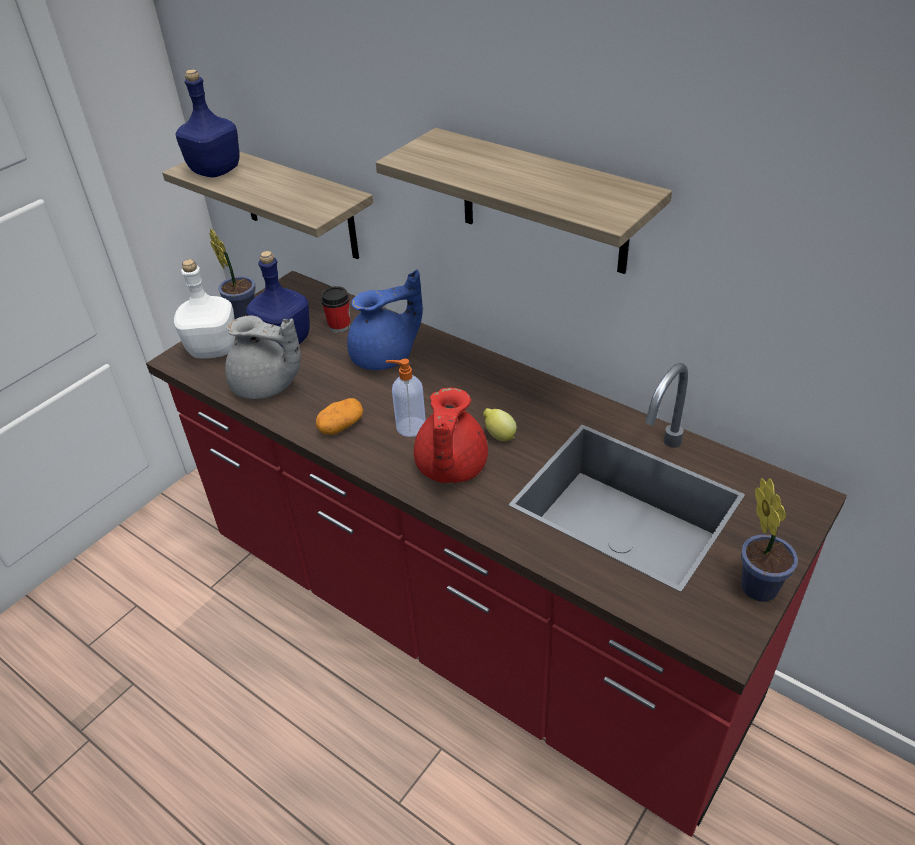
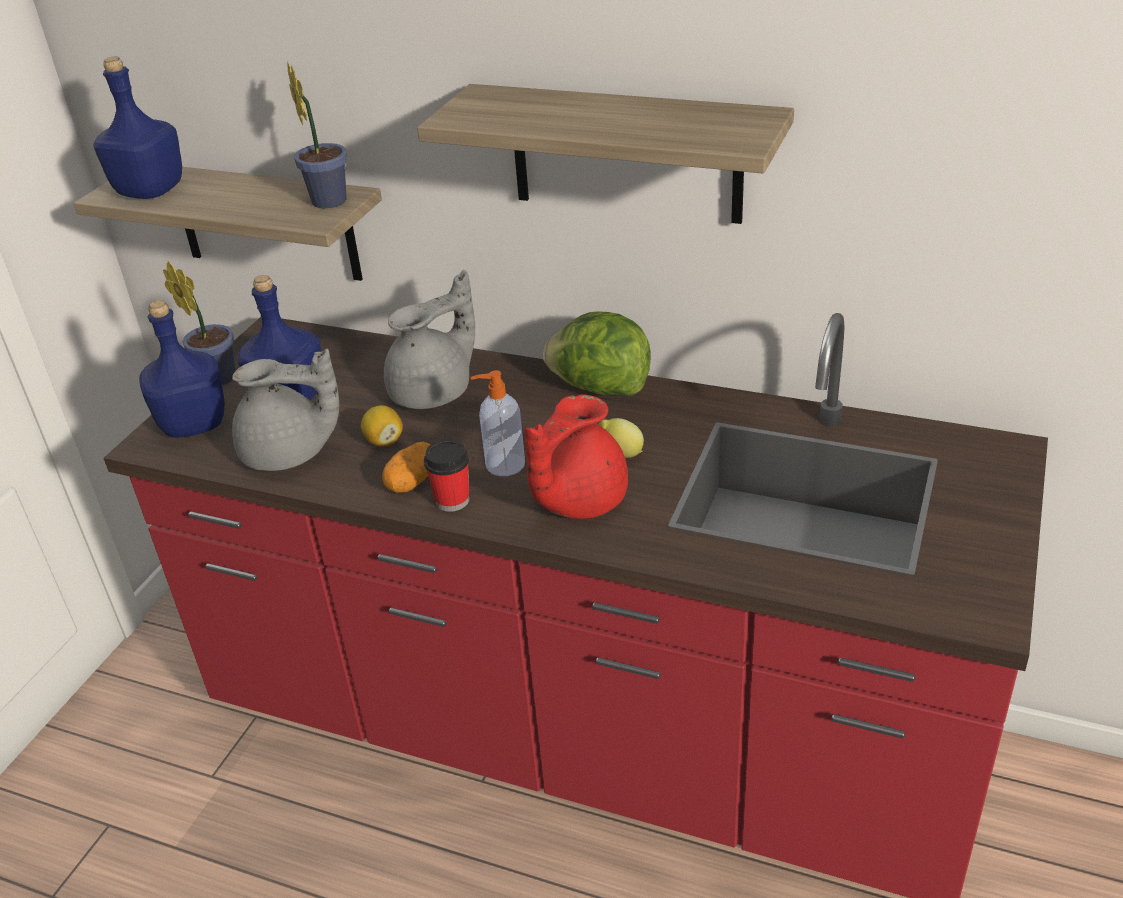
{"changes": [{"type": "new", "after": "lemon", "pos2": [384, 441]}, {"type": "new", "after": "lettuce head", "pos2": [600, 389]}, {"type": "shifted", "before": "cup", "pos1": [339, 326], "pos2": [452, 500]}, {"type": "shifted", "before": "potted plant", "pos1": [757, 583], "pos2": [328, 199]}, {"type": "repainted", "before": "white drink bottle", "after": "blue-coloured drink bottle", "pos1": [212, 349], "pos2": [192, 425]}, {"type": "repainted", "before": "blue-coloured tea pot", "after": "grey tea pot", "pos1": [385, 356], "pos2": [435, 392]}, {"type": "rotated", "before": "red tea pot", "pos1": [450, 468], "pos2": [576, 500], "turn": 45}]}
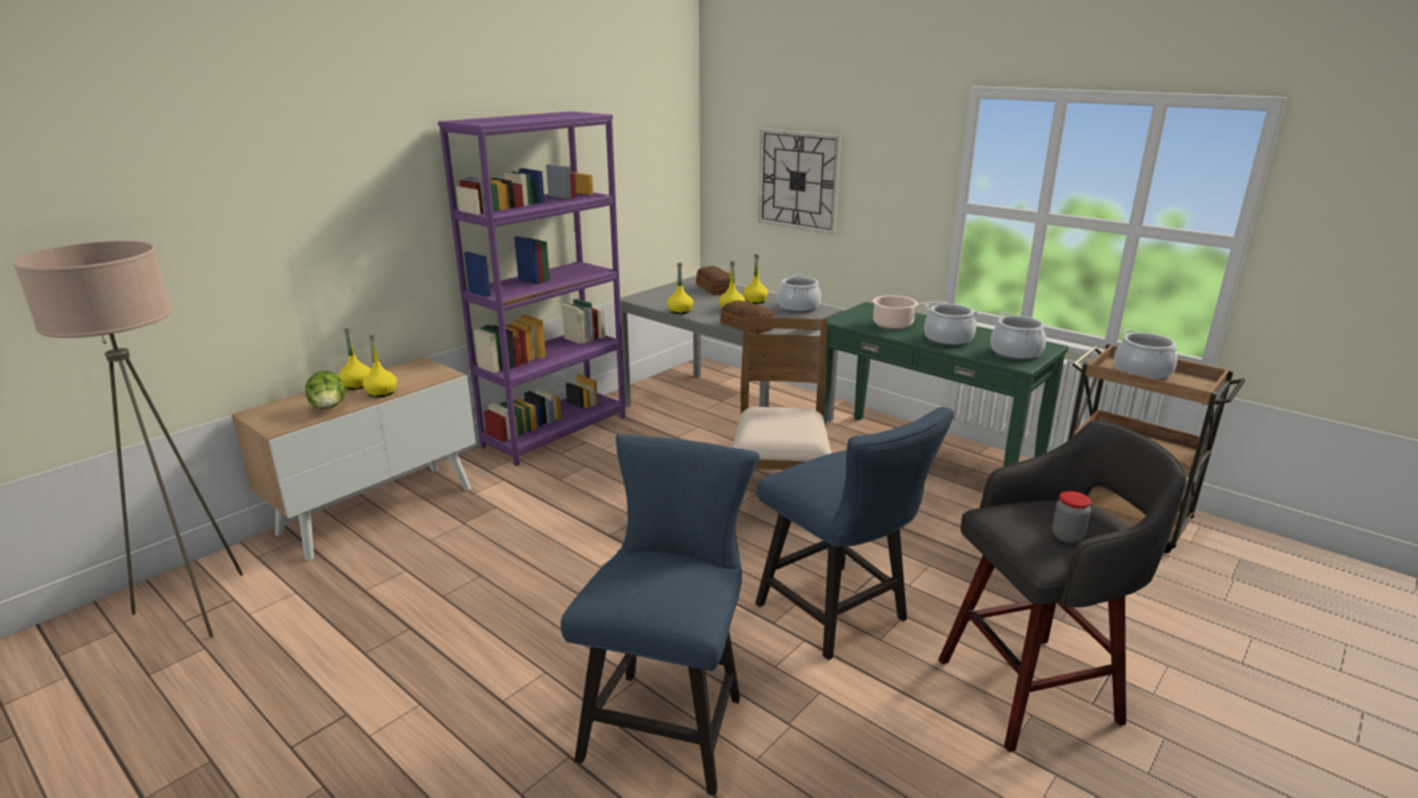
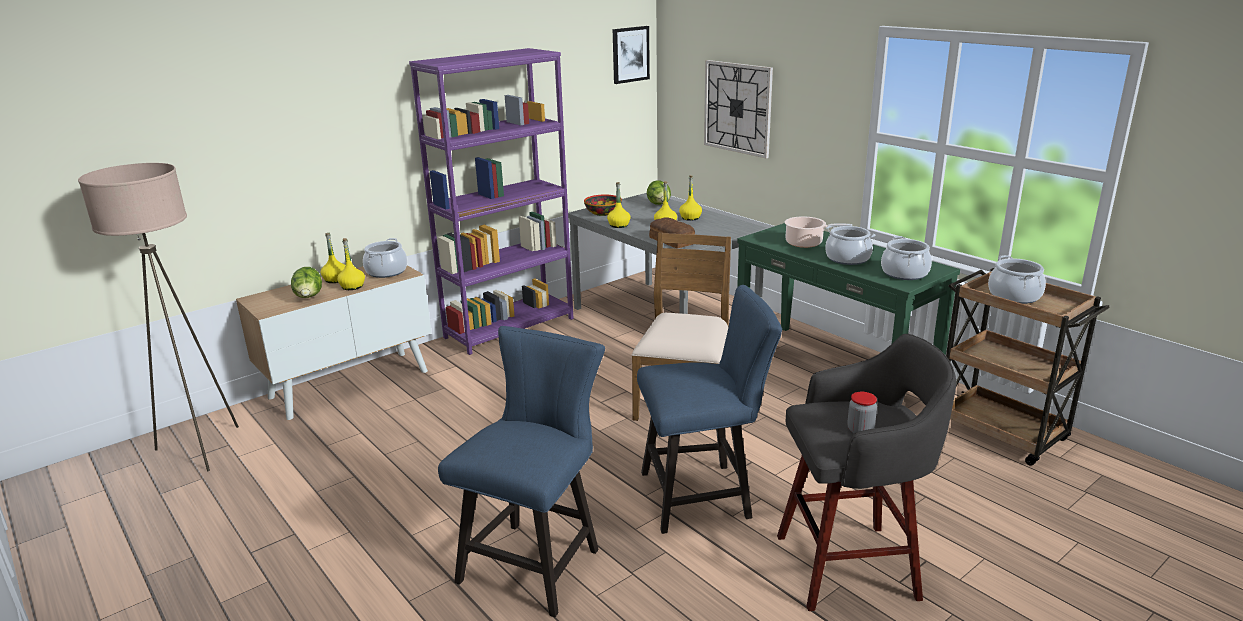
{"changes": [{"type": "new", "after": "serving bowl", "pos2": [603, 213]}, {"type": "new", "after": "wall picture", "pos2": [630, 54]}, {"type": "shifted", "before": "cooking pot", "pos1": [798, 307], "pos2": [386, 271]}, {"type": "swapped", "before": "baked bread", "after": "lettuce head", "pos1": [715, 288], "pos2": [659, 205]}, {"type": "rotated", "before": "blue-coloured chair", "pos1": [839, 616], "pos2": [704, 495], "turn": -75}]}
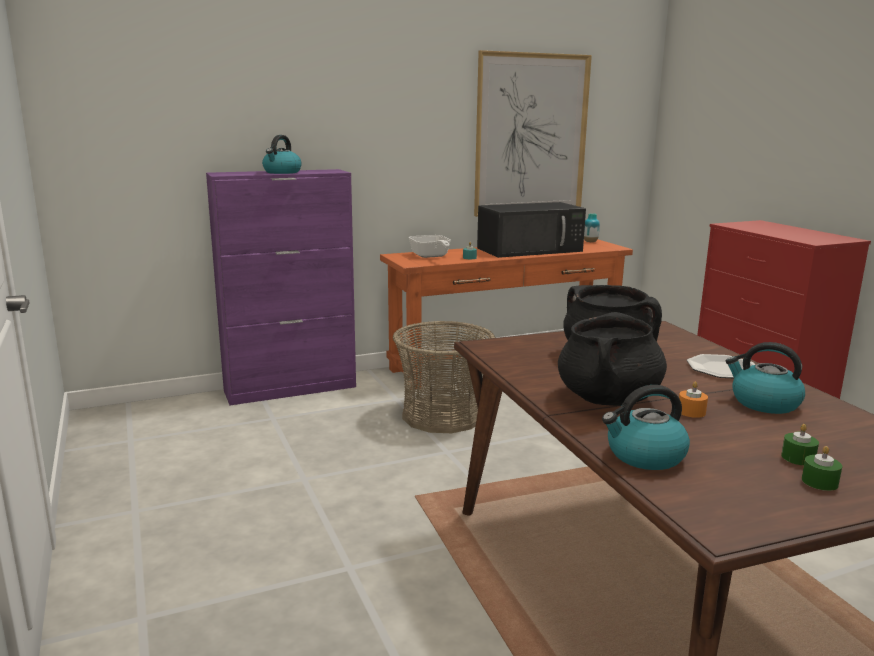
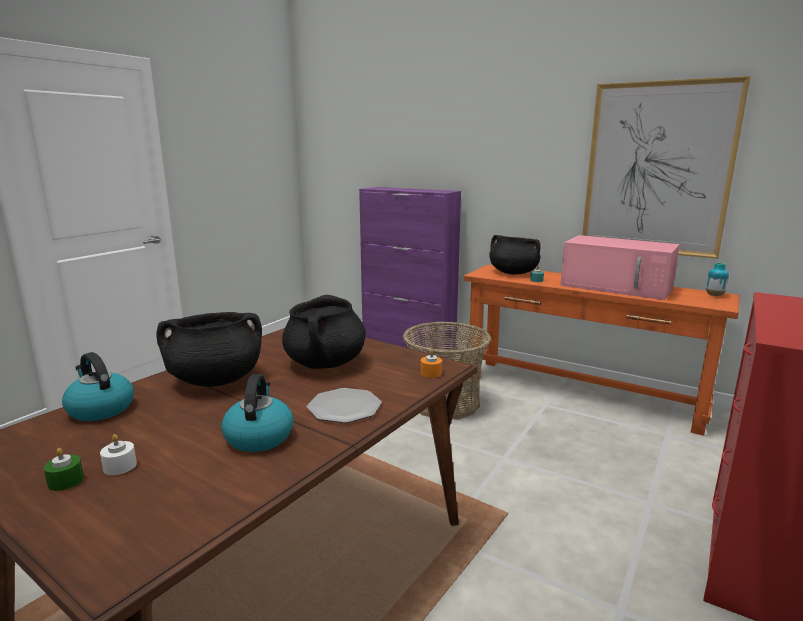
{"changes": [{"type": "gone", "before": "water kettle", "pos1": [282, 172]}, {"type": "shifted", "before": "orange-coloured wax light", "pos1": [691, 412], "pos2": [431, 373]}, {"type": "swapped", "before": "frying pan", "after": "blackish cooking pot", "pos1": [430, 256], "pos2": [513, 273]}, {"type": "repainted", "before": "blackish kitchen microwave", "after": "pink-coloured kitchen microwave", "pos1": [530, 249], "pos2": [617, 287]}, {"type": "repainted", "before": "green-coloured wax light", "after": "white wax light", "pos1": [798, 458], "pos2": [120, 466]}]}
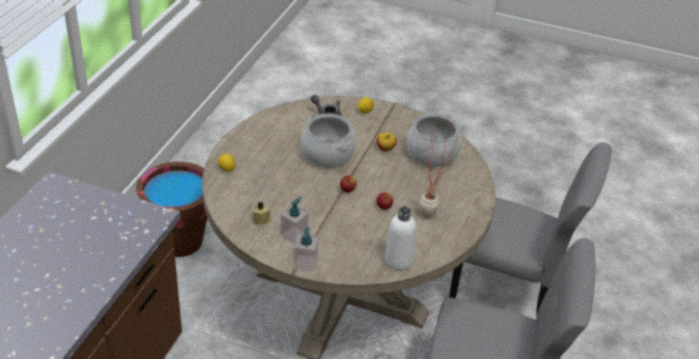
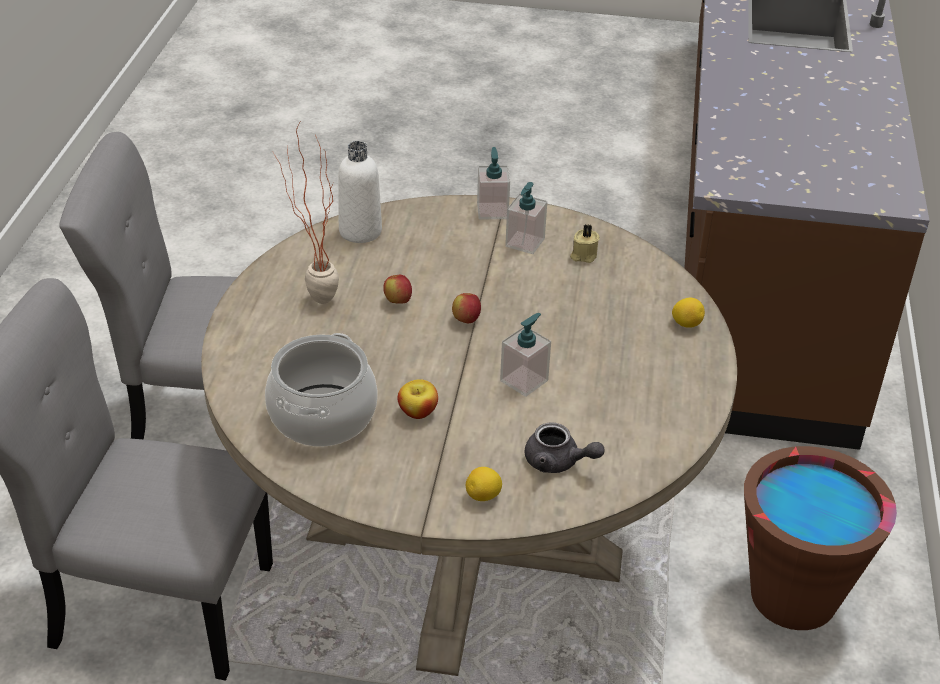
{"changes": [{"type": "swapped", "before": "cooking pot", "after": "soap dispenser", "pos1": [328, 154], "pos2": [524, 380]}]}
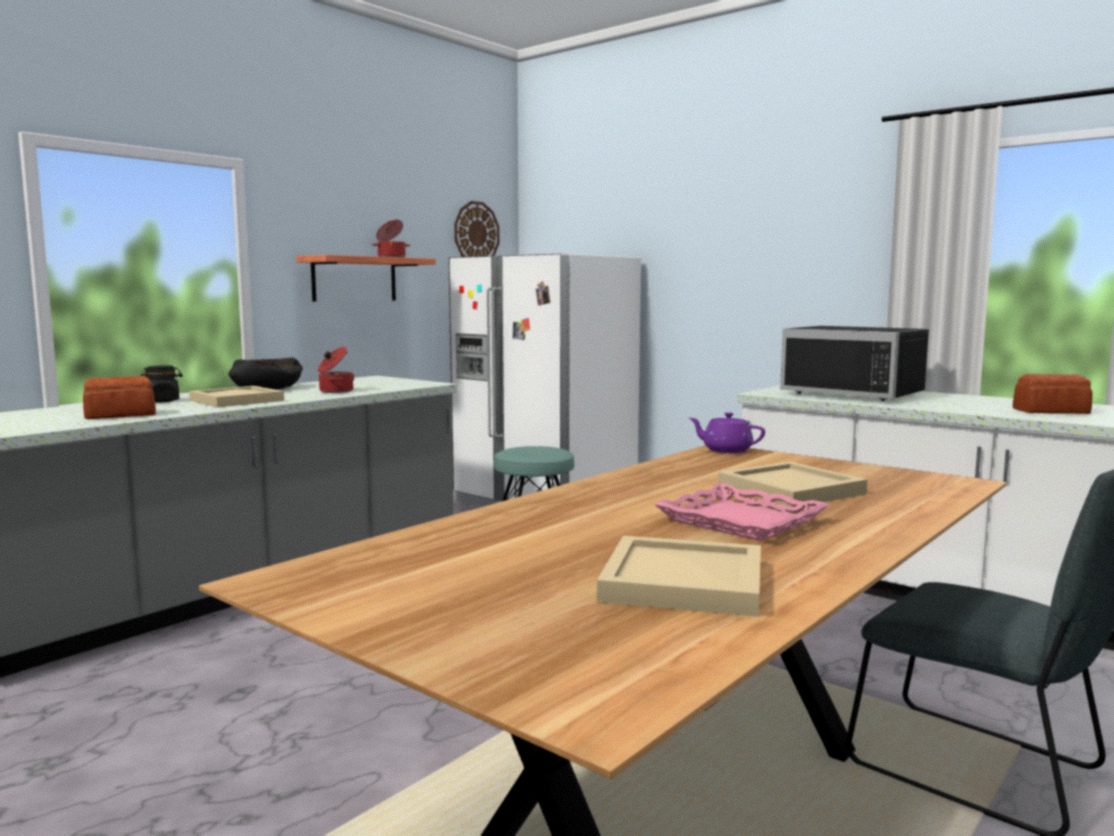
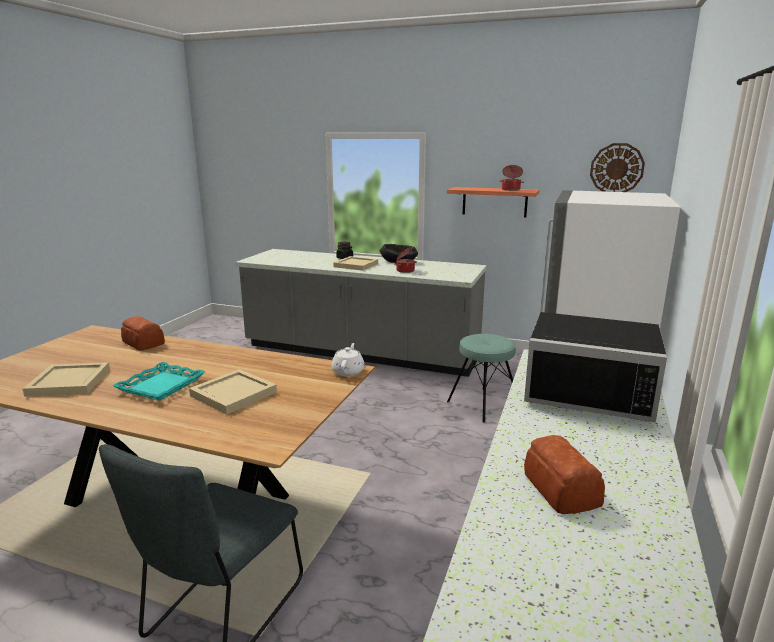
{"changes": [{"type": "shifted", "before": "baked bread", "pos1": [122, 415], "pos2": [143, 343]}, {"type": "repainted", "before": "pink-coloured serving tray", "after": "turquoise-coloured serving tray", "pos1": [739, 521], "pos2": [161, 386]}, {"type": "repainted", "before": "purplish tea pot", "after": "white tea pot", "pos1": [726, 450], "pos2": [348, 371]}, {"type": "rotated", "before": "blackish kitchen microwave", "pos1": [856, 393], "pos2": [589, 391], "turn": -90}]}
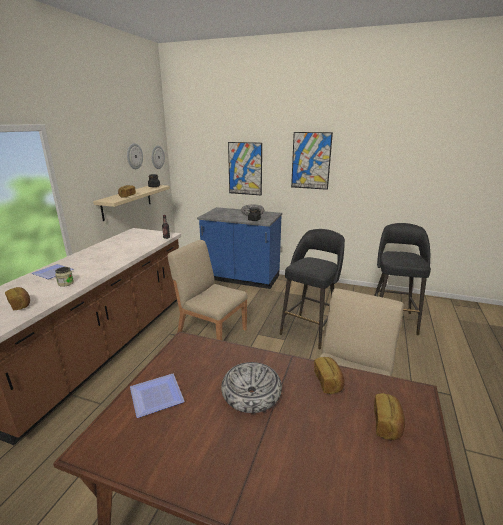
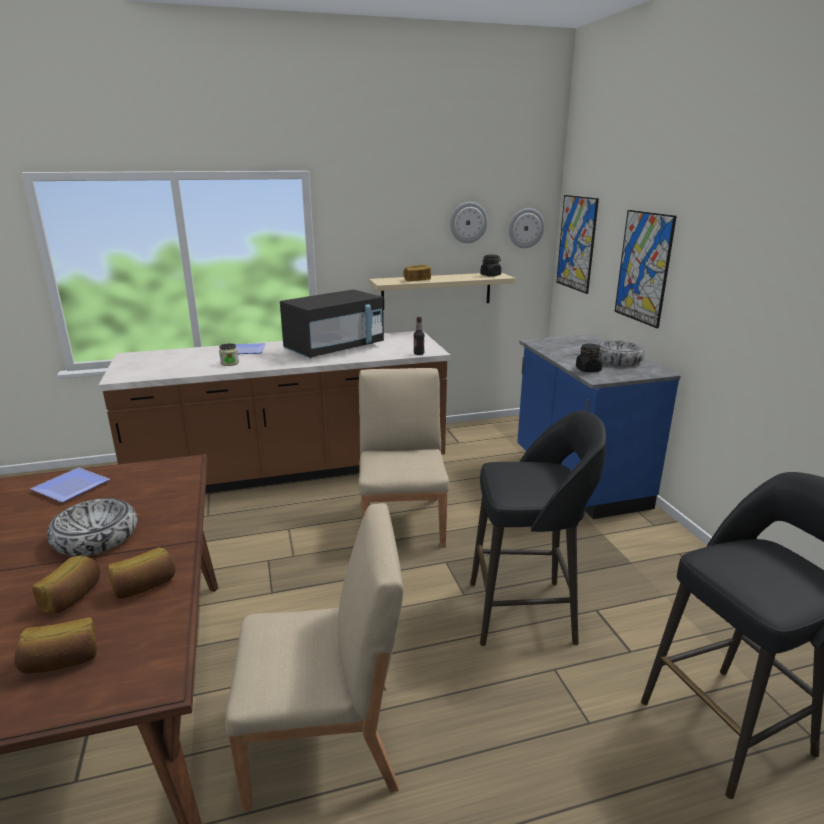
{"changes": [{"type": "new", "after": "blackish kitchen microwave", "pos2": [335, 349]}, {"type": "shifted", "before": "baked bread", "pos1": [20, 304], "pos2": [73, 597]}, {"type": "shifted", "before": "wall picture", "pos1": [311, 161], "pos2": [576, 243]}]}
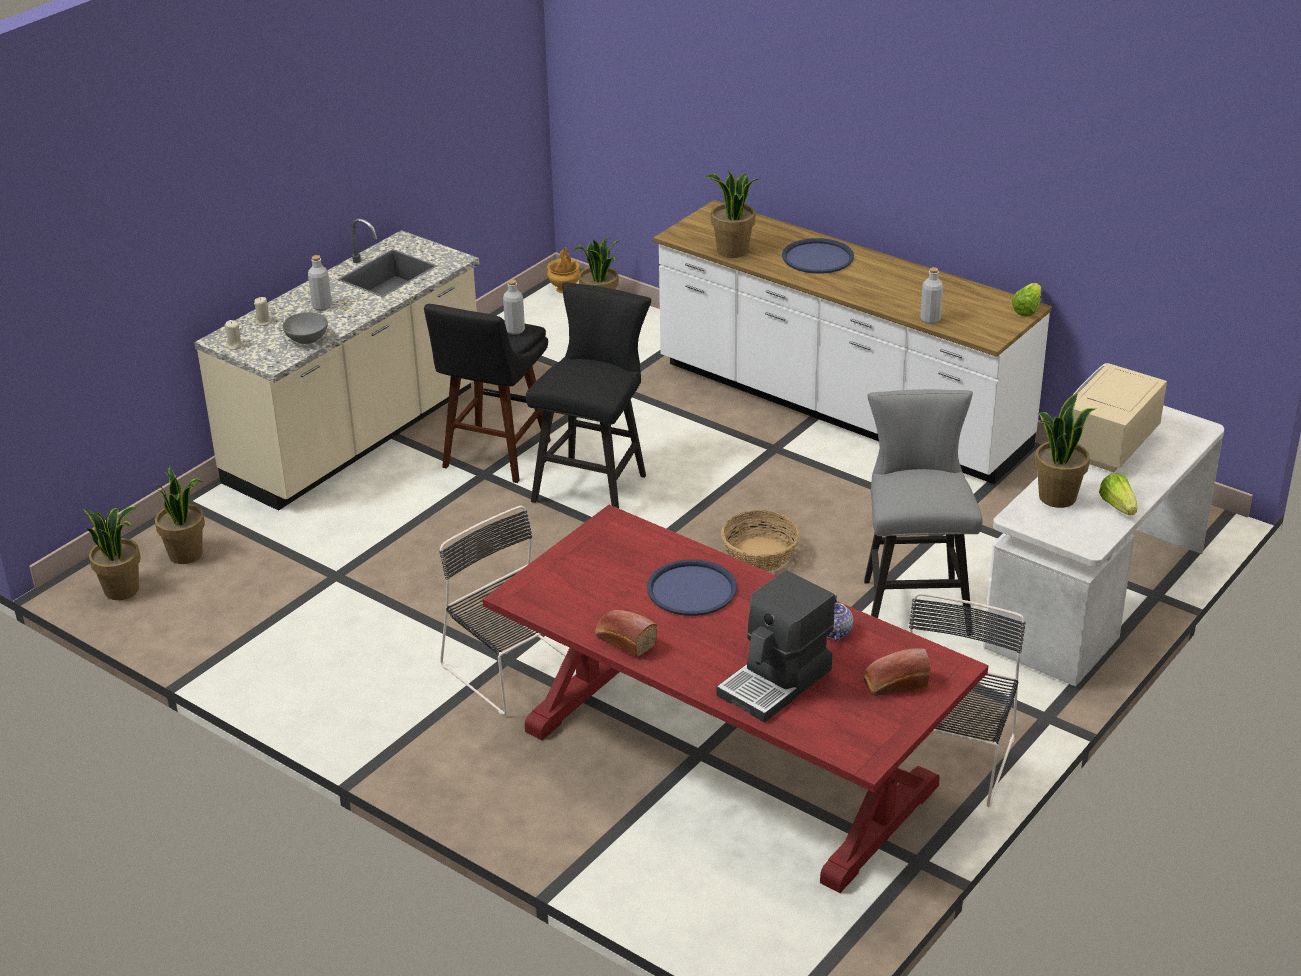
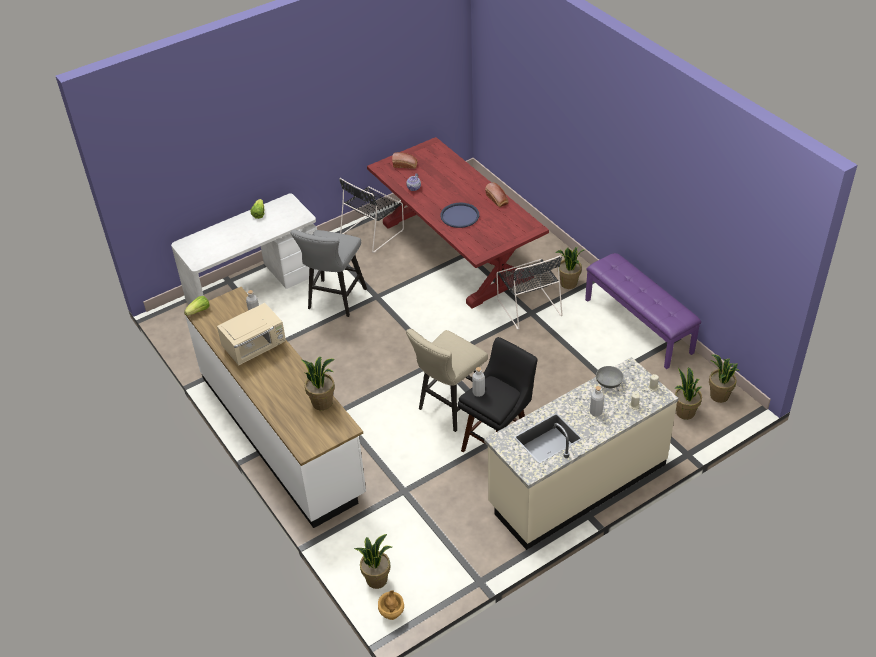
{"changes": [{"type": "gone", "before": "coffee machine", "pos1": [776, 682]}, {"type": "gone", "before": "household basket", "pos1": [760, 555]}, {"type": "gone", "before": "blue-coloured serving tray", "pos1": [817, 257]}, {"type": "new", "after": "purplish long seat", "pos2": [639, 325]}, {"type": "shifted", "before": "potted plant", "pos1": [1057, 497], "pos2": [568, 284]}, {"type": "shifted", "before": "beige-coloured kitchen microwave", "pos1": [1107, 445], "pos2": [255, 347]}, {"type": "repainted", "before": "blackish stool", "after": "beige-coloured stool", "pos1": [594, 485], "pos2": [449, 409]}]}
